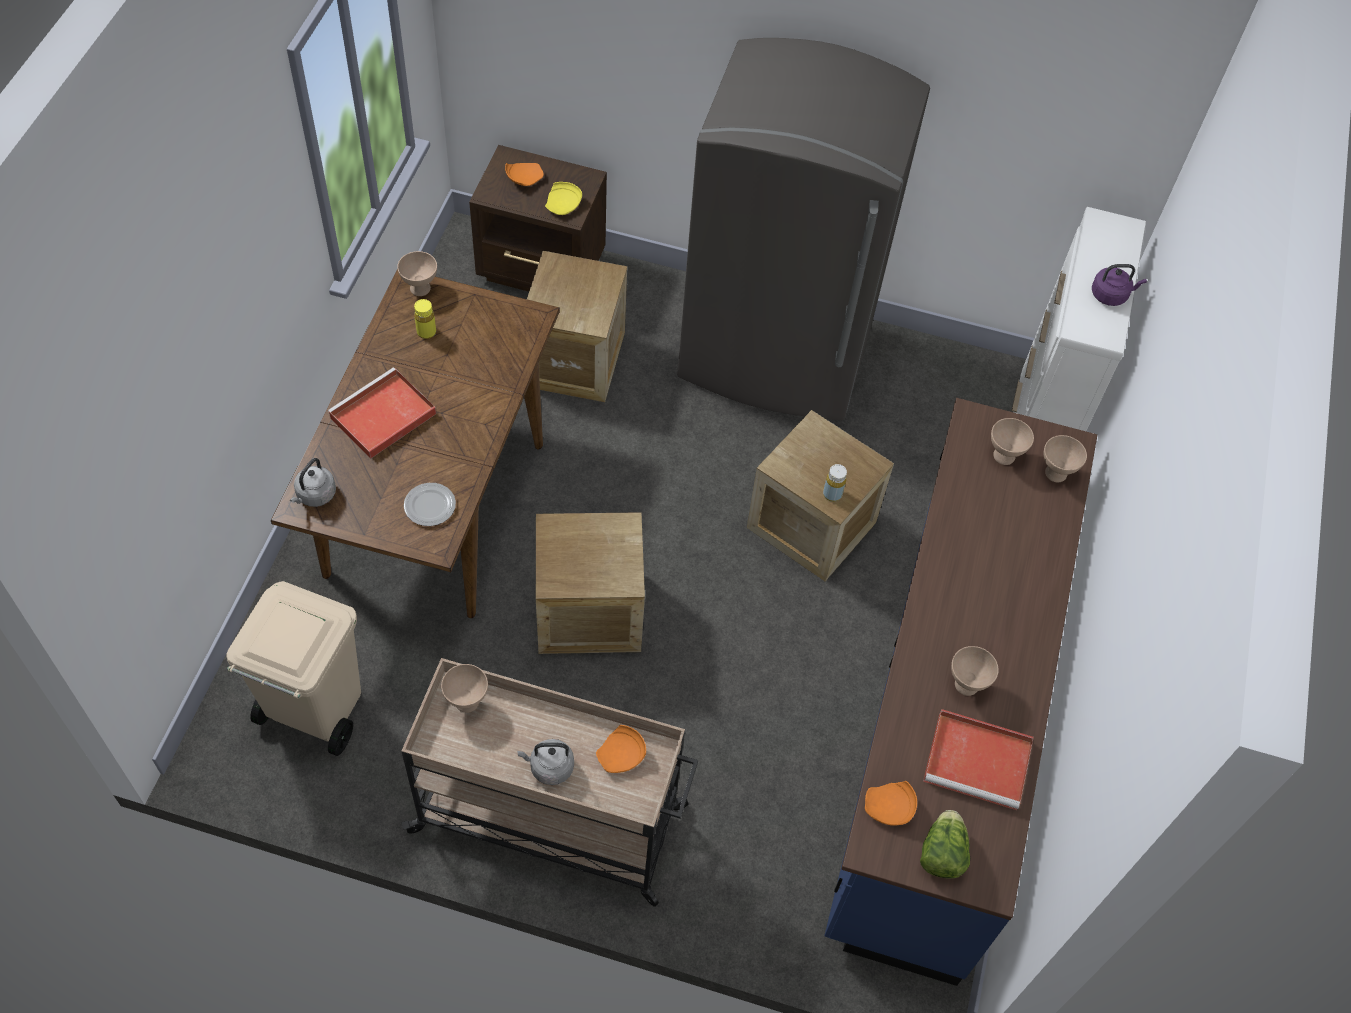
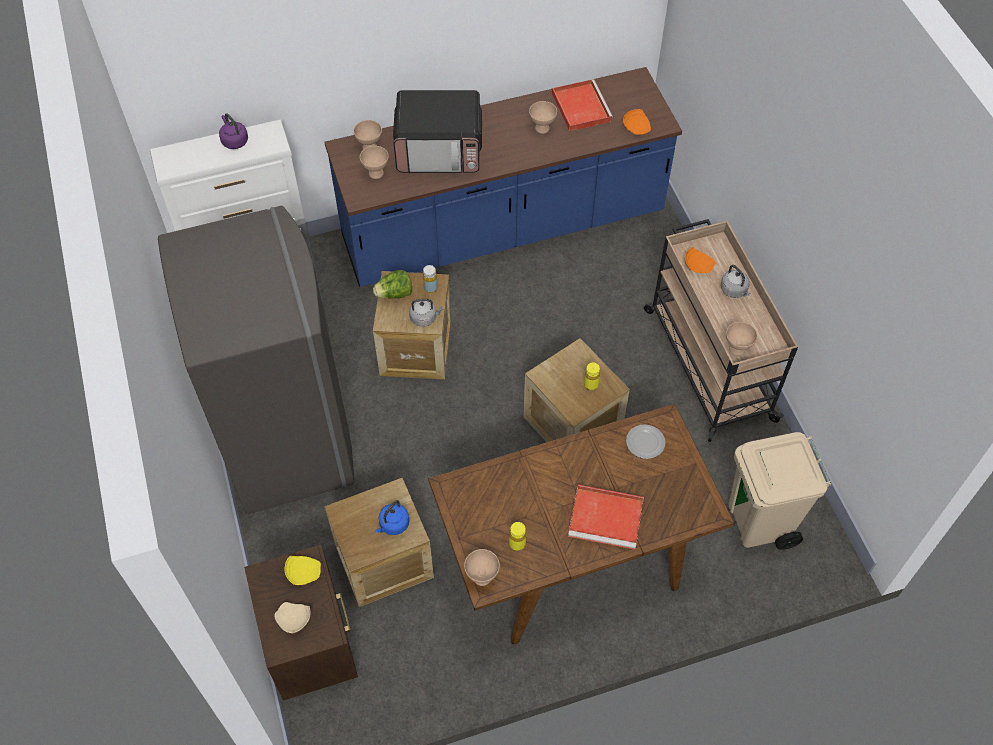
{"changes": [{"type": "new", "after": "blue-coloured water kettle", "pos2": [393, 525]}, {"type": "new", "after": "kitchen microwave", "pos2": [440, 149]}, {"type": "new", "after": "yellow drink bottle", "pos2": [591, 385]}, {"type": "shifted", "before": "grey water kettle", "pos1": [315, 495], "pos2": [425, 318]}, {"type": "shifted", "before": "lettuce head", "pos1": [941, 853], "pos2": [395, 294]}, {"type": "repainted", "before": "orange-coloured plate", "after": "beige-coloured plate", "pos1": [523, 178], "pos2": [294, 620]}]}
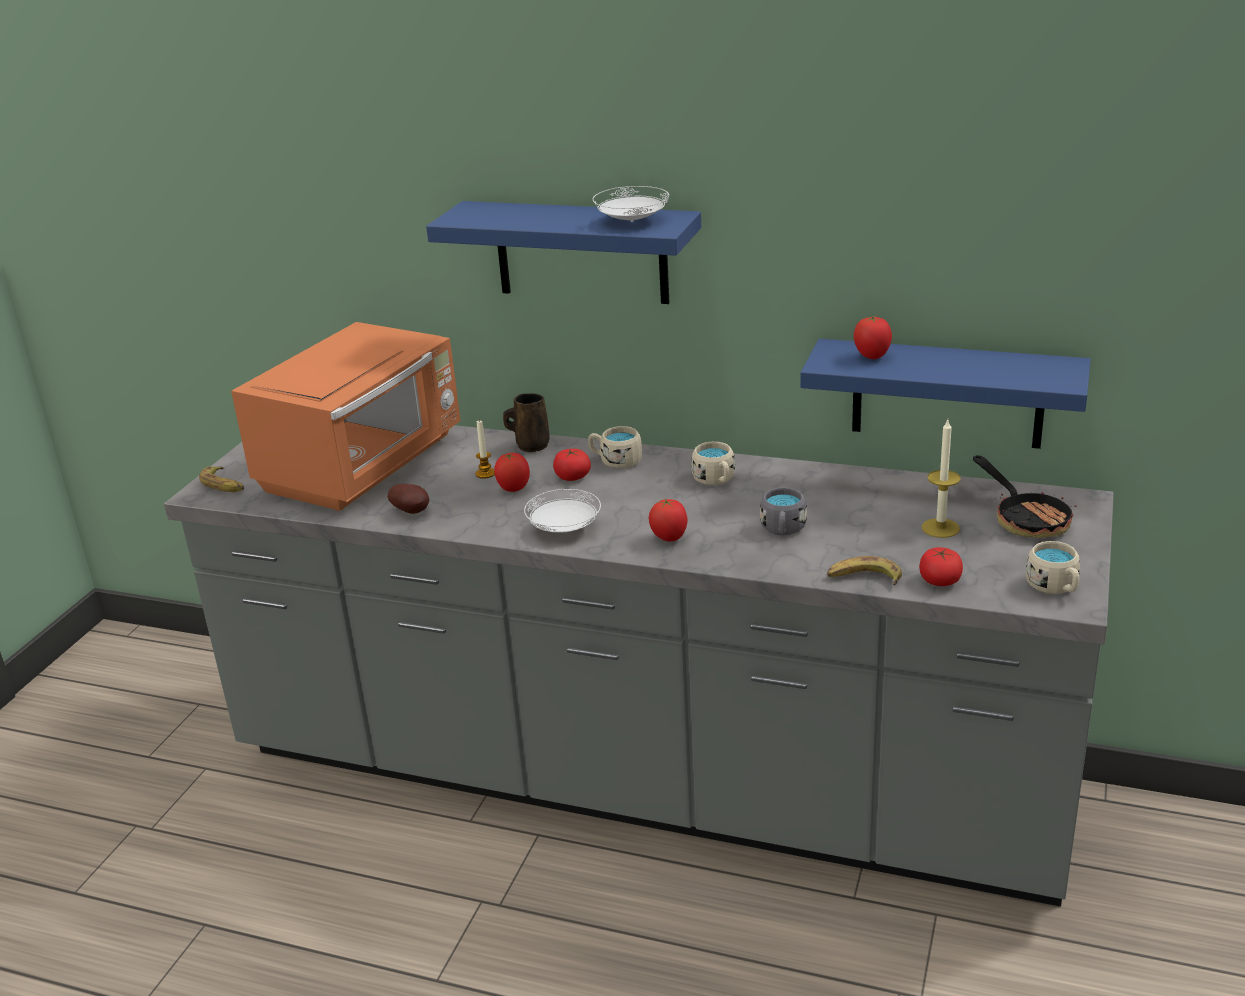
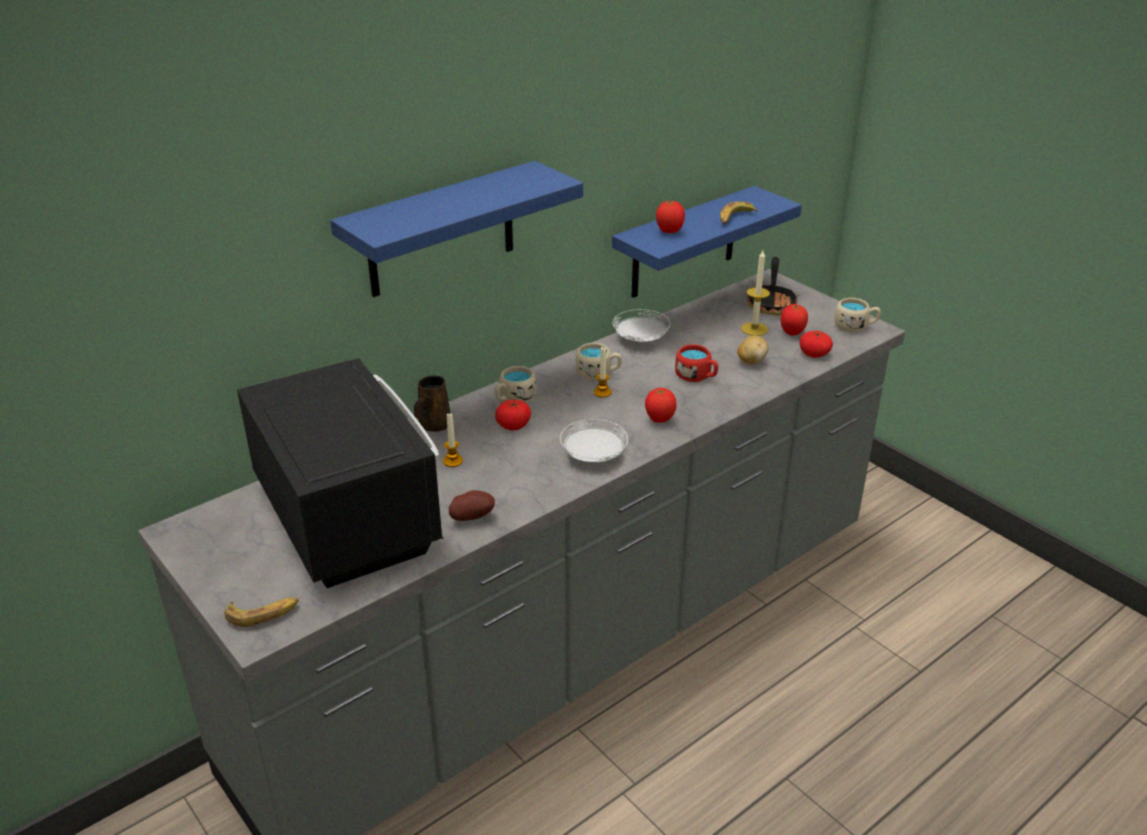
{"changes": [{"type": "new", "after": "wax light", "pos2": [602, 392]}, {"type": "new", "after": "spud", "pos2": [751, 361]}, {"type": "shifted", "before": "tomato", "pos1": [513, 489], "pos2": [792, 333]}, {"type": "shifted", "before": "white plate", "pos1": [632, 221], "pos2": [640, 339]}, {"type": "shifted", "before": "whole banana", "pos1": [864, 578], "pos2": [735, 218]}, {"type": "repainted", "before": "orange-coloured kitchen microwave", "after": "blackish kitchen microwave", "pos1": [365, 466], "pos2": [347, 517]}, {"type": "repainted", "before": "grey mug", "after": "red mug", "pos1": [783, 530], "pos2": [696, 376]}, {"type": "rotated", "before": "frying pan", "pos1": [1026, 518], "pos2": [772, 302], "turn": 90}]}
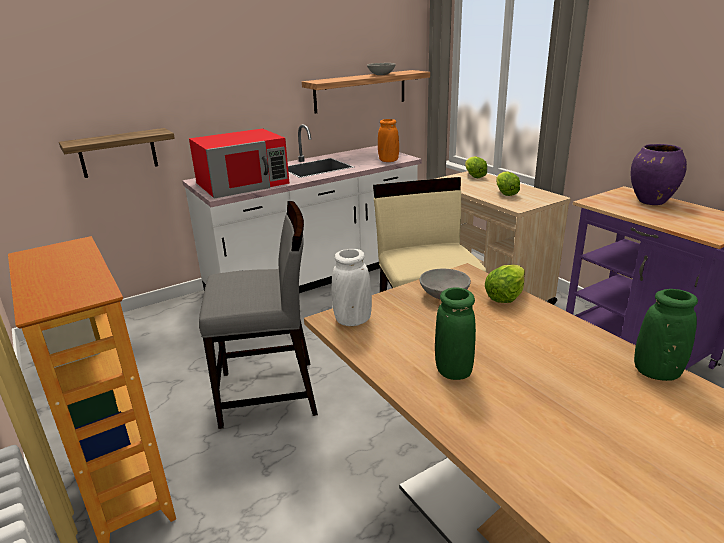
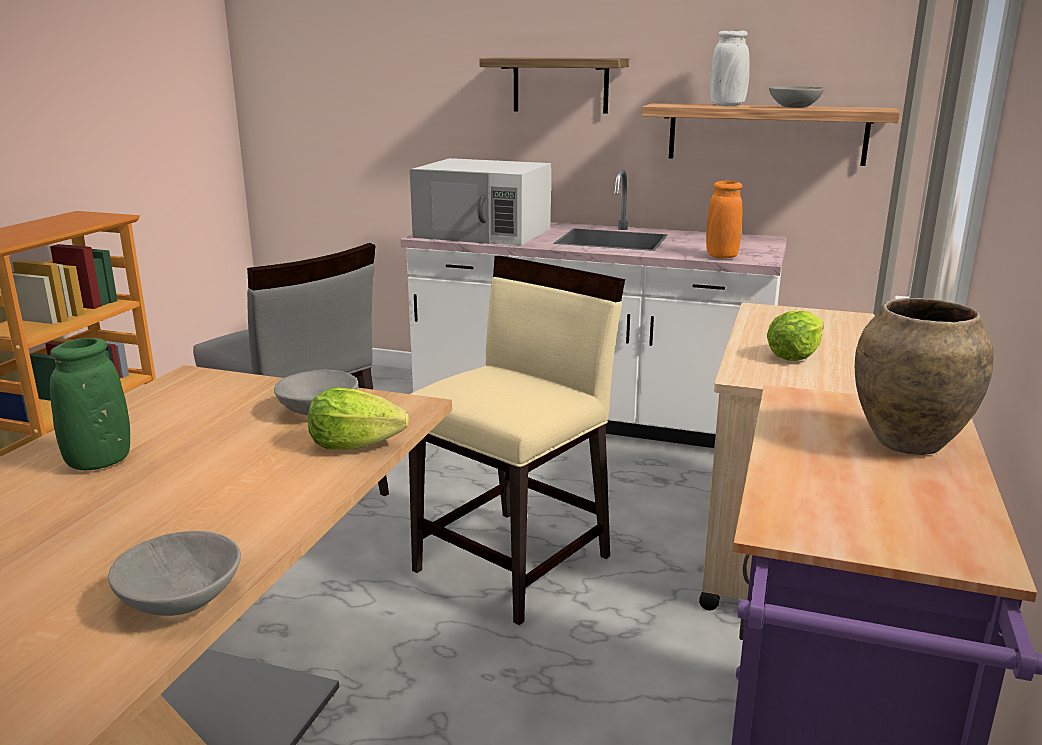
{"changes": [{"type": "gone", "before": "lettuce head", "pos1": [474, 176]}, {"type": "shifted", "before": "bracket shelf", "pos1": [118, 153], "pos2": [560, 85]}, {"type": "shifted", "before": "white vase", "pos1": [353, 321], "pos2": [727, 105]}, {"type": "swapped", "before": "green-coloured vase", "after": "grey serving bowl", "pos1": [656, 372], "pos2": [182, 599]}, {"type": "repainted", "before": "red kitchen microwave", "after": "white kitchen microwave", "pos1": [243, 183], "pos2": [484, 232]}, {"type": "repainted", "before": "purplish vase", "after": "brownish vase", "pos1": [651, 202], "pos2": [907, 443]}]}
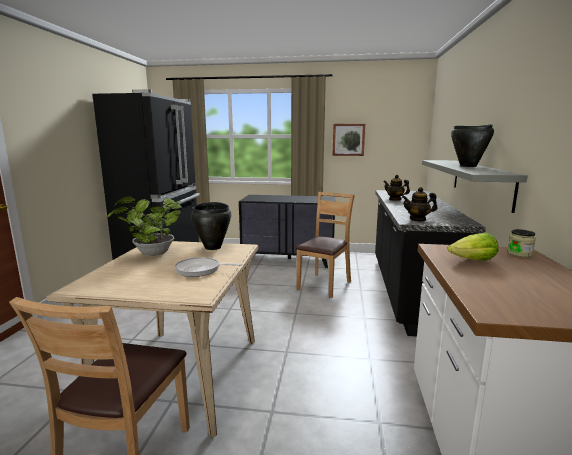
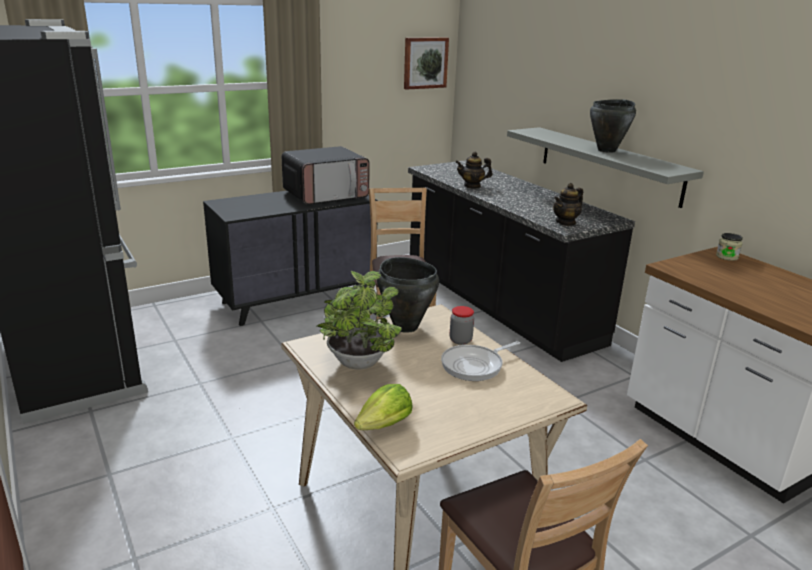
{"changes": [{"type": "new", "after": "kitchen microwave", "pos2": [326, 195]}, {"type": "new", "after": "jar", "pos2": [460, 340]}, {"type": "shifted", "before": "wall picture", "pos1": [348, 139], "pos2": [425, 63]}, {"type": "shifted", "before": "lettuce head", "pos1": [473, 261], "pos2": [384, 425]}]}
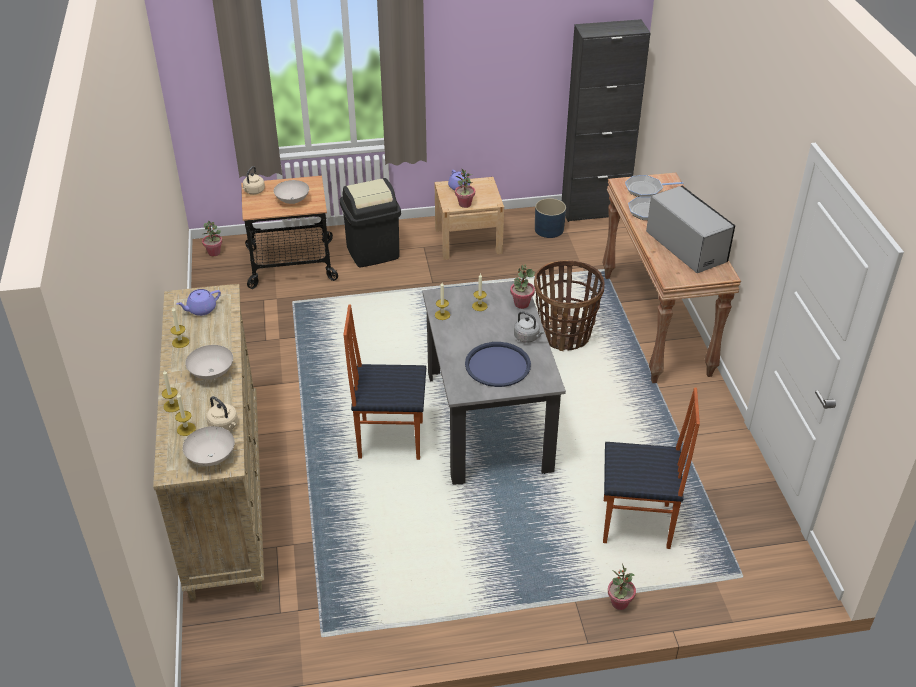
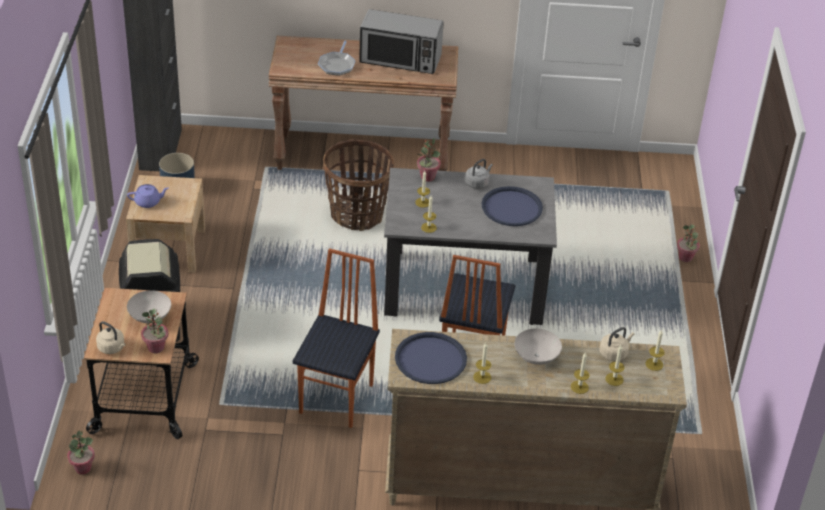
{"changes": [{"type": "gone", "before": "frying pan", "pos1": [646, 189]}, {"type": "shifted", "before": "potted plant", "pos1": [465, 204], "pos2": [156, 348]}, {"type": "shifted", "before": "chair", "pos1": [637, 525], "pos2": [338, 398]}, {"type": "swapped", "before": "purplish tea pot", "after": "blue-coloured serving tray", "pos1": [201, 309], "pos2": [430, 359]}, {"type": "swapped", "before": "white serving bowl", "after": "wax light", "pos1": [212, 457], "pos2": [654, 364]}, {"type": "rotated", "before": "kitchen microwave", "pos1": [686, 247], "pos2": [400, 59], "turn": -150}]}
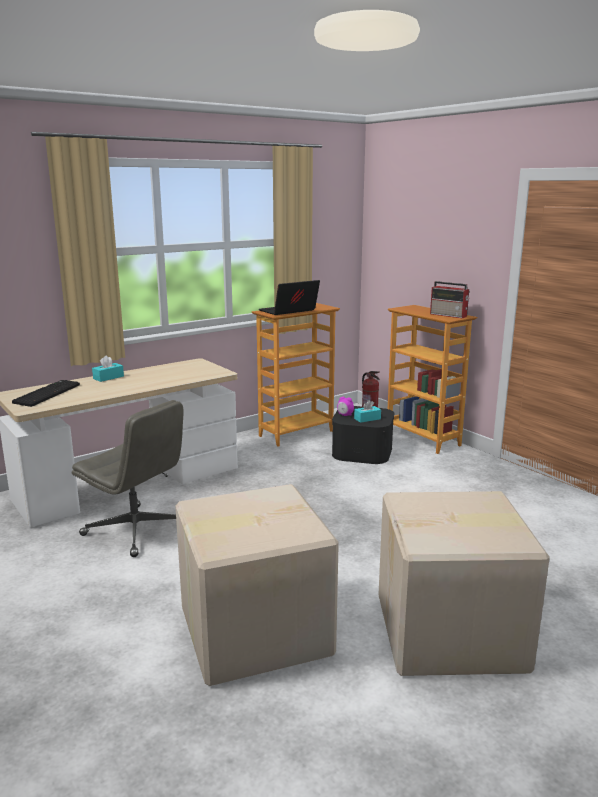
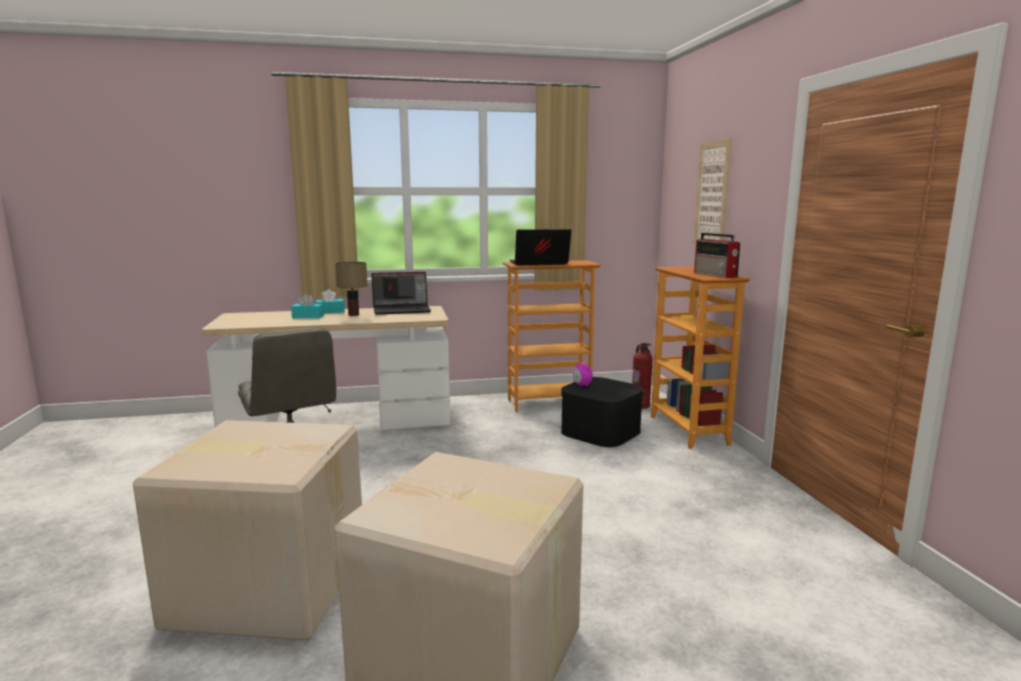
{"changes": [{"type": "gone", "before": "PC keyboard", "pos1": [47, 394]}, {"type": "new", "after": "table lamp", "pos2": [353, 315]}, {"type": "new", "after": "portable computer", "pos2": [402, 310]}, {"type": "new", "after": "wall picture", "pos2": [712, 194]}, {"type": "shifted", "before": "turquoise-coloured tissue holder", "pos1": [367, 419], "pos2": [308, 316]}]}
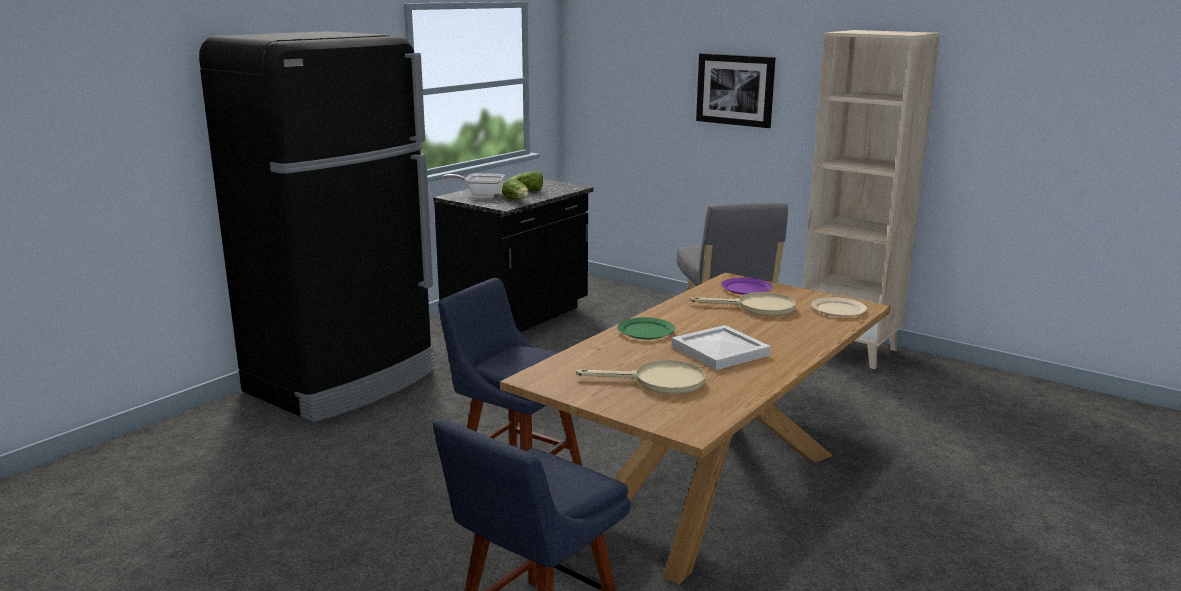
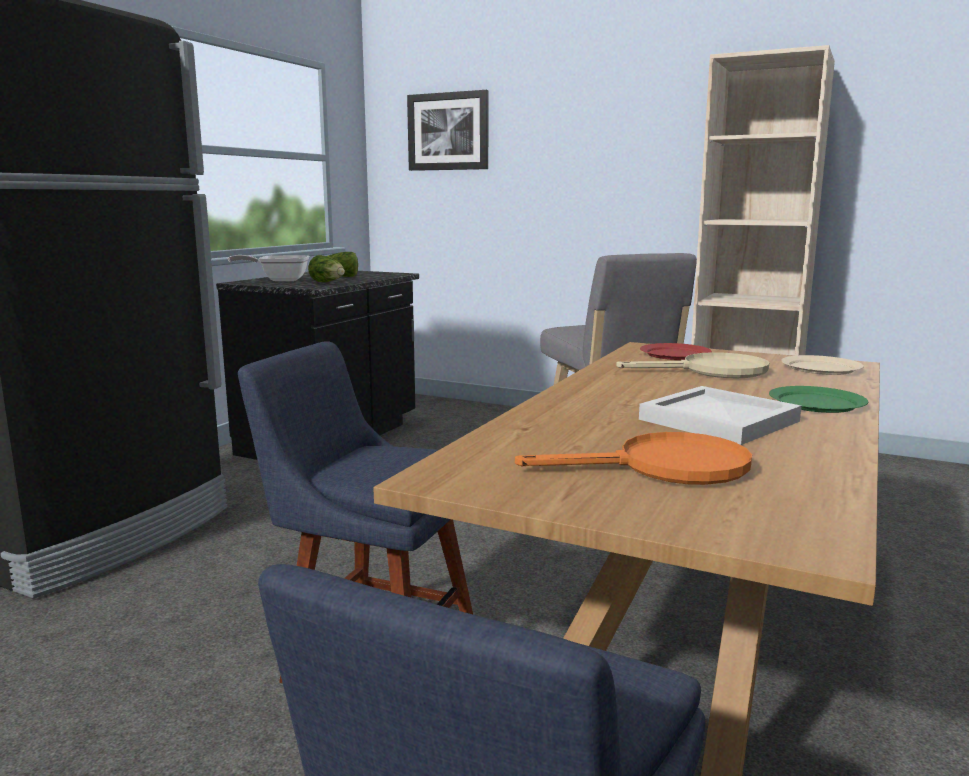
{"changes": [{"type": "shifted", "before": "green-coloured plate", "pos1": [645, 331], "pos2": [816, 403]}, {"type": "shifted", "before": "wall picture", "pos1": [735, 90], "pos2": [448, 131]}, {"type": "repainted", "before": "beige-coloured frying pan", "after": "orange-coloured frying pan", "pos1": [658, 381], "pos2": [665, 467]}, {"type": "repainted", "before": "purplish plate", "after": "red plate", "pos1": [745, 288], "pos2": [674, 354]}]}
